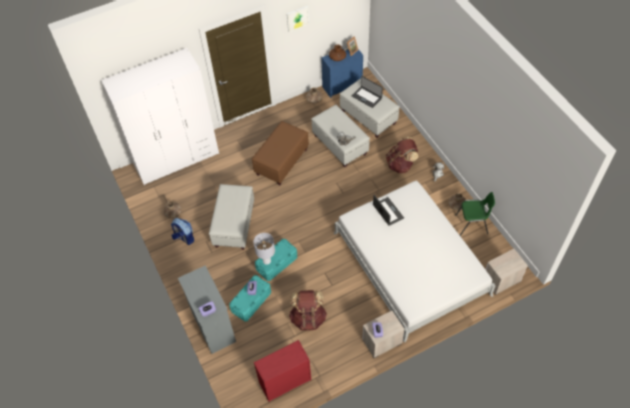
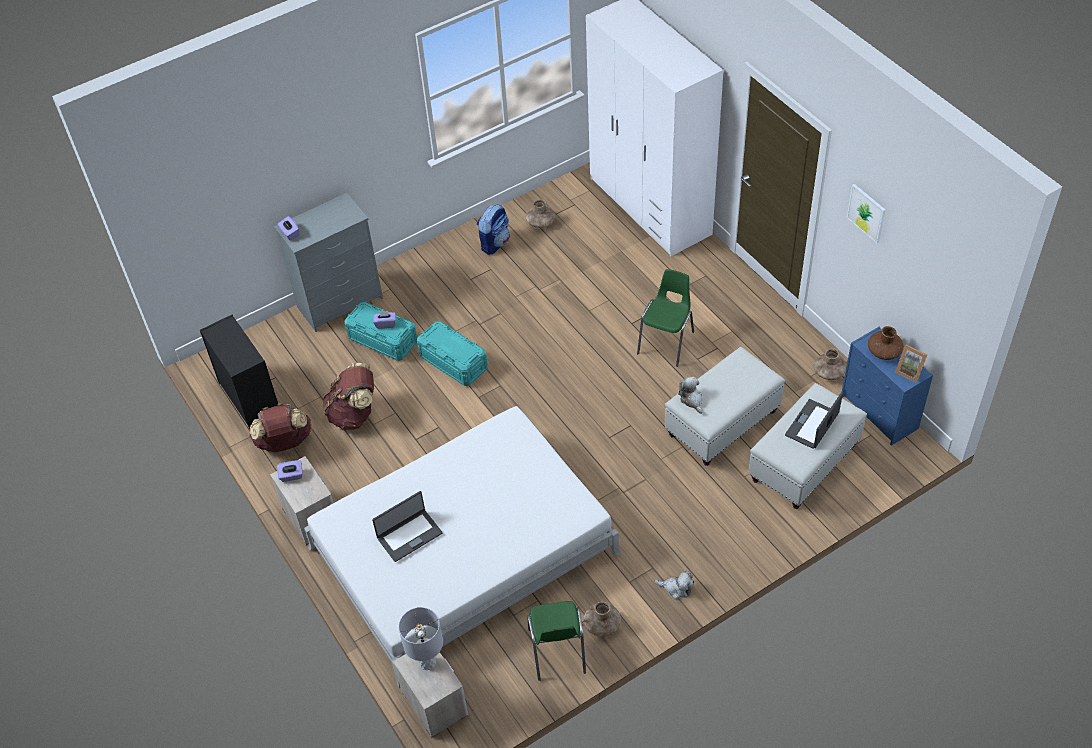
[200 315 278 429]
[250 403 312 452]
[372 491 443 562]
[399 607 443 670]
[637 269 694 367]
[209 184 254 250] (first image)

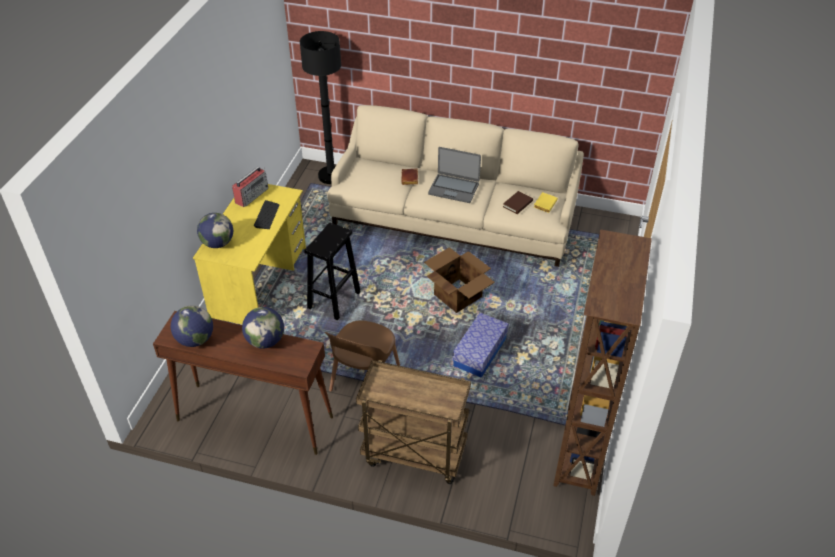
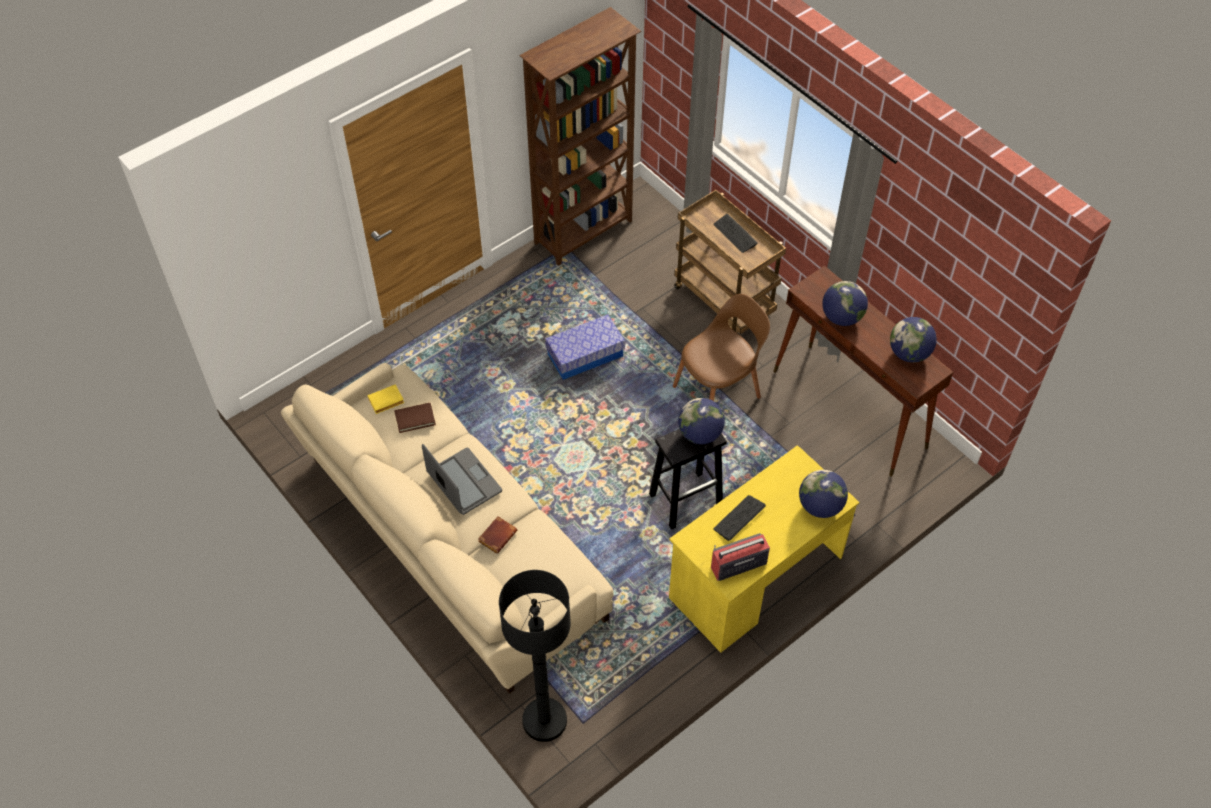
[678 398 725 444]
[714 214 758 253]
[424 247 495 313] (first image)

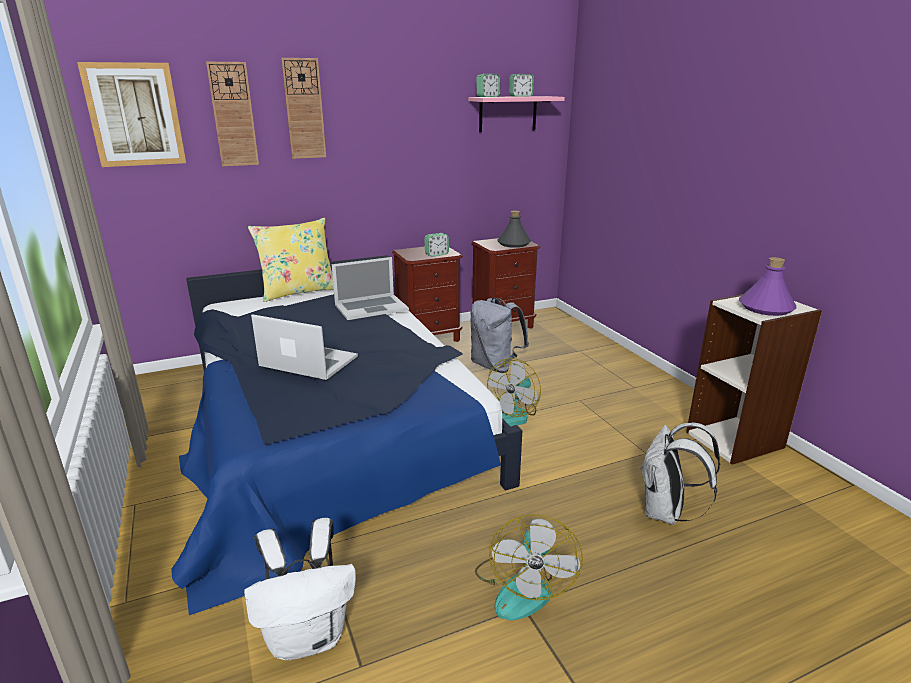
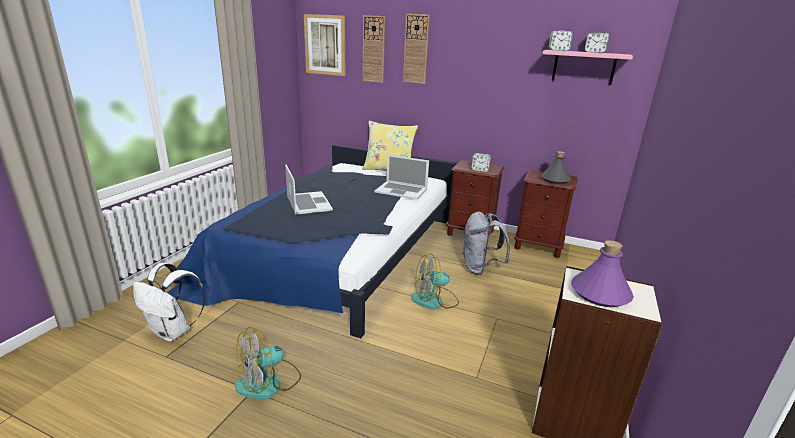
[640 423 720 525] (first image)

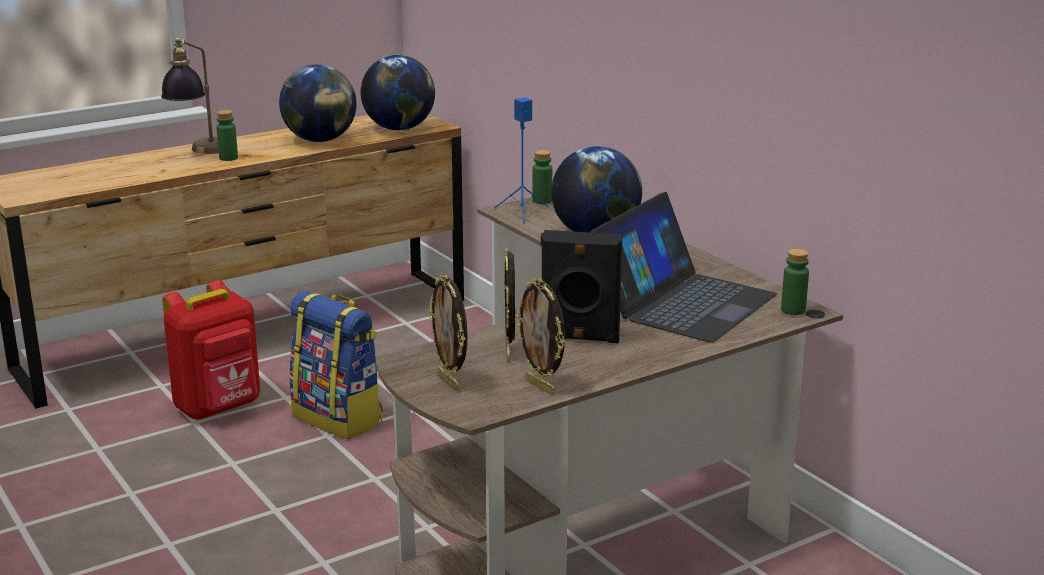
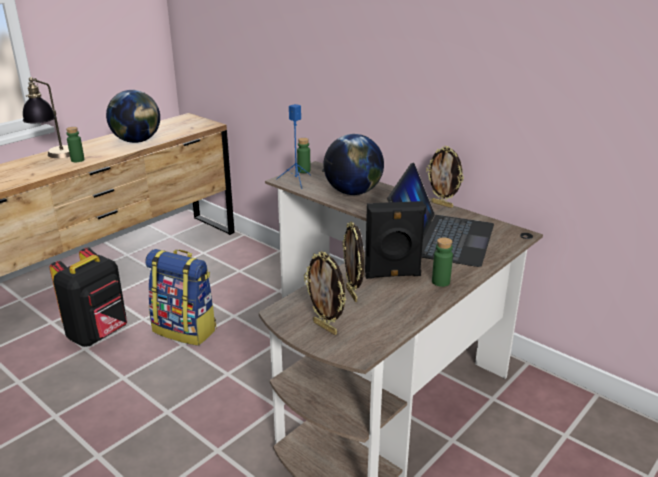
[50 247 127 347]
[426 146 464 208]
[432 237 453 287]
[361 55 435 130] (first image)

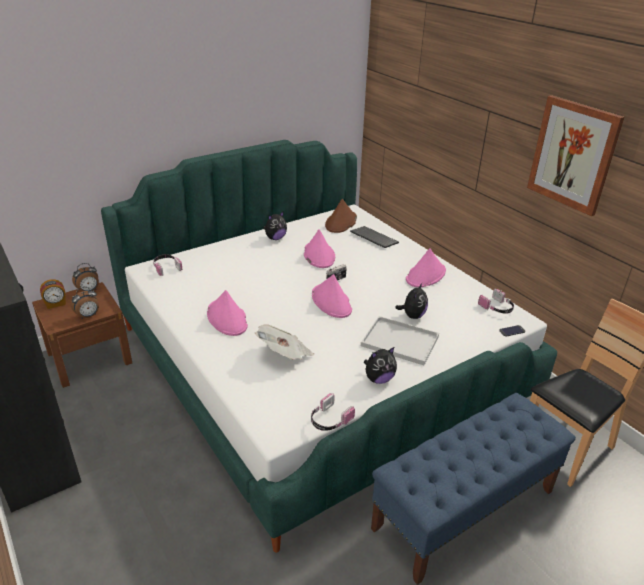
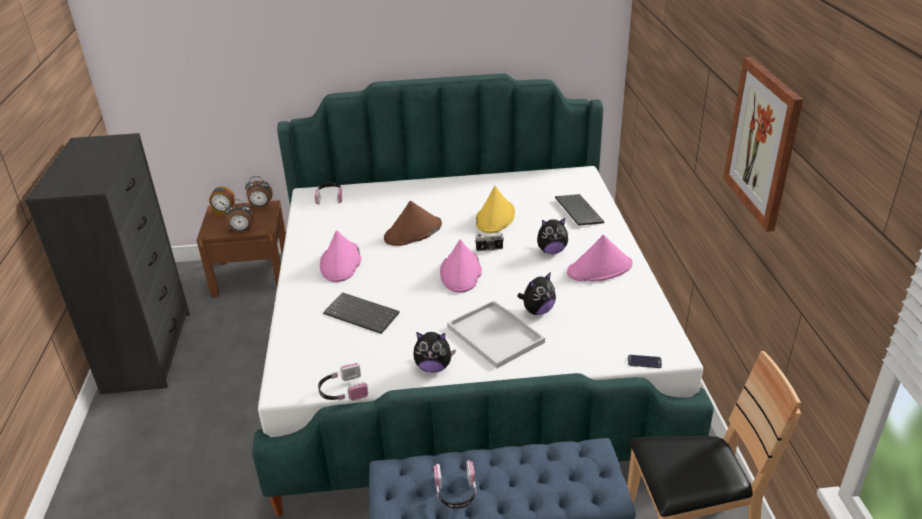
[323 292 400 334]
[384 201 442 246]
[434 460 477 509]
[476 186 515 233]
[537 218 568 254]

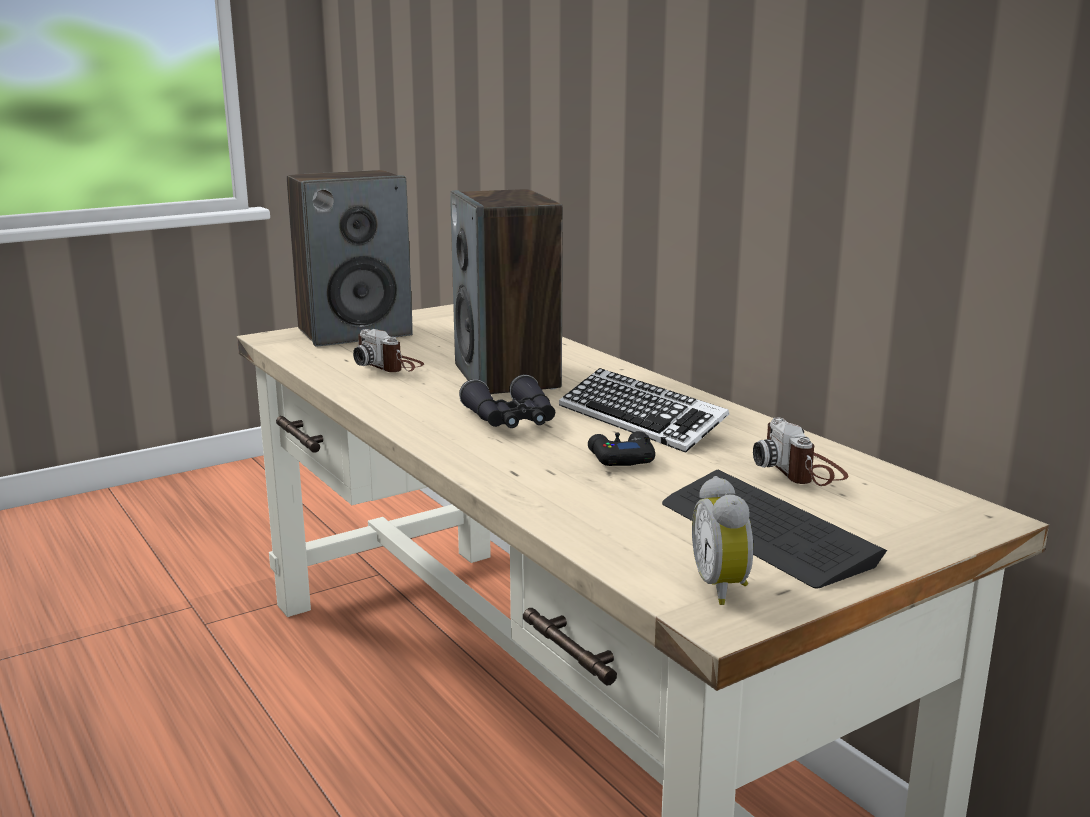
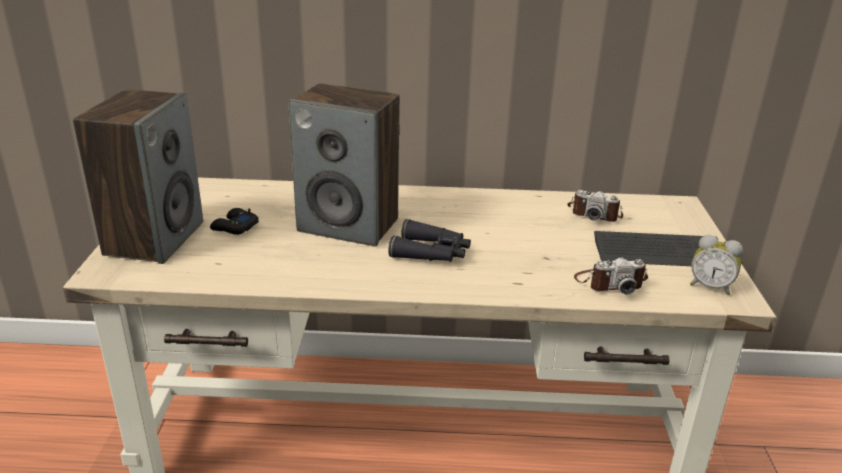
[210 208 259 235]
[574 257 648 295]
[559 368 729 453] (first image)

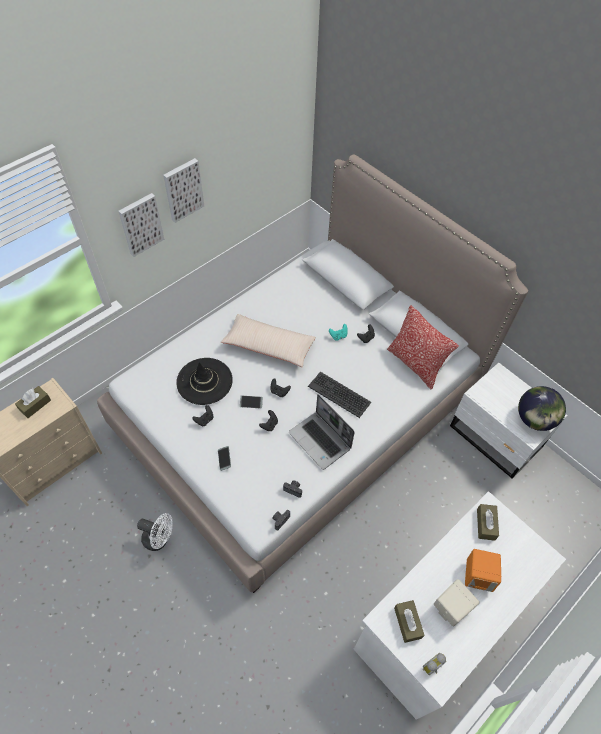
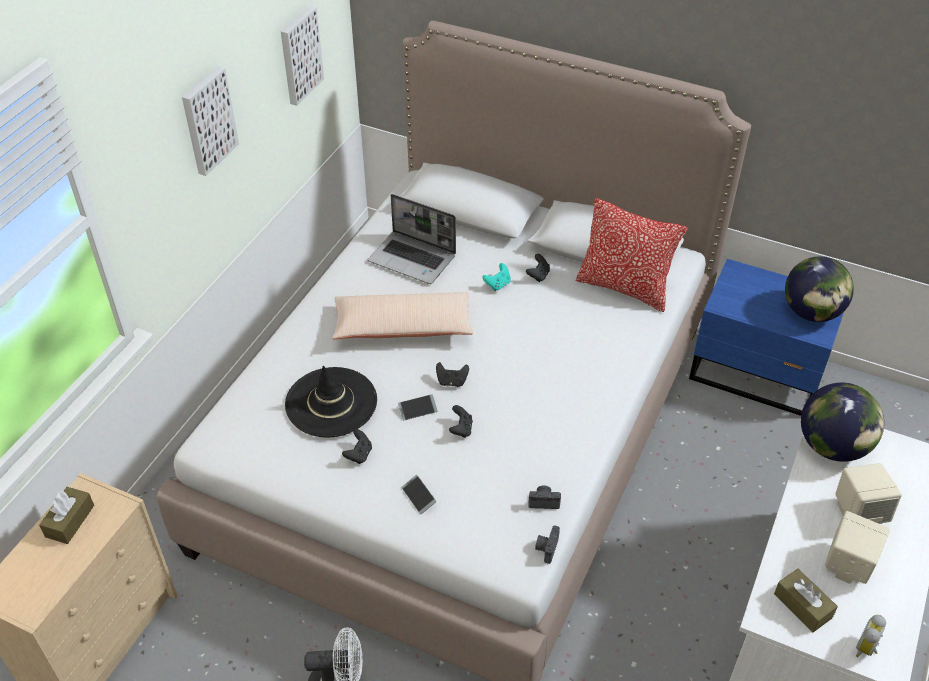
[281 6 324 106]
[368 194 456 284]
[689 259 844 416]
[801 383 884 462]
[835 463 902 524]
[308 372 371 418] (first image)

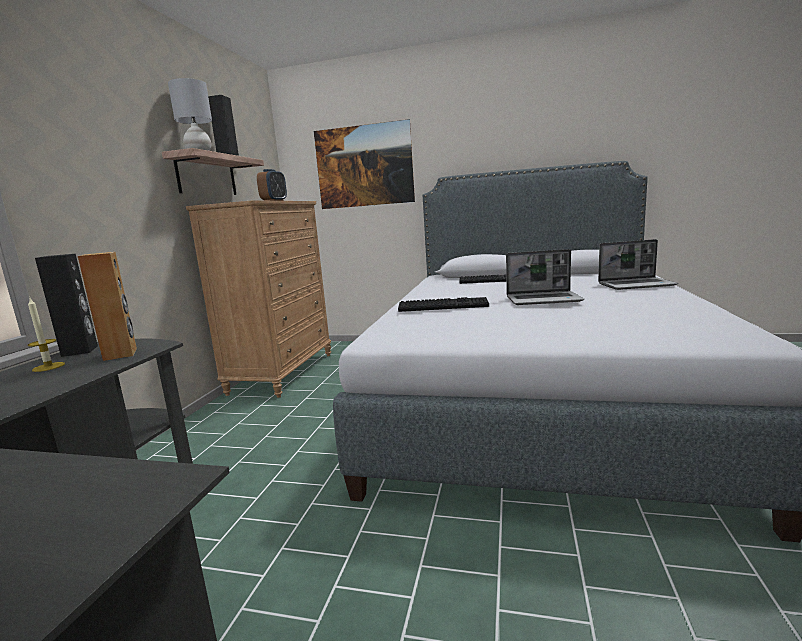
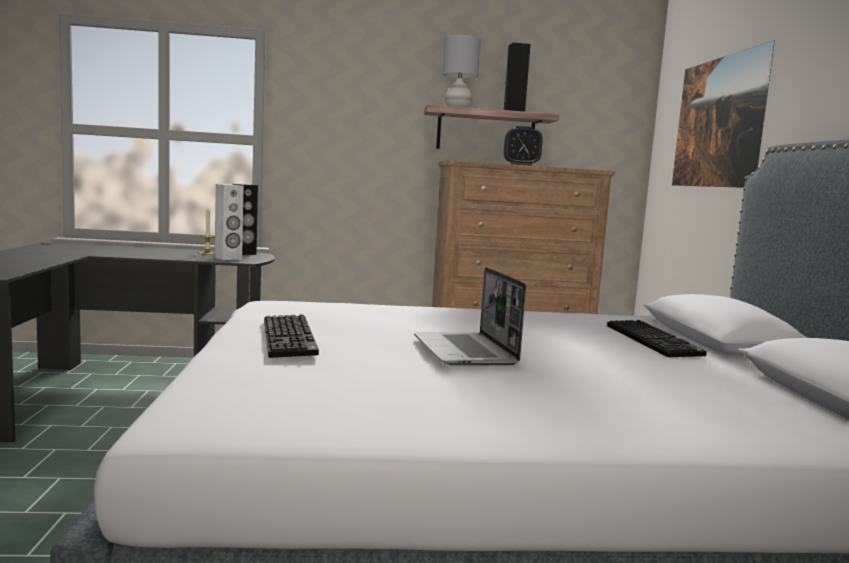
[215 184 244 260]
[264 314 319 358]
[598 239 678 290] (first image)

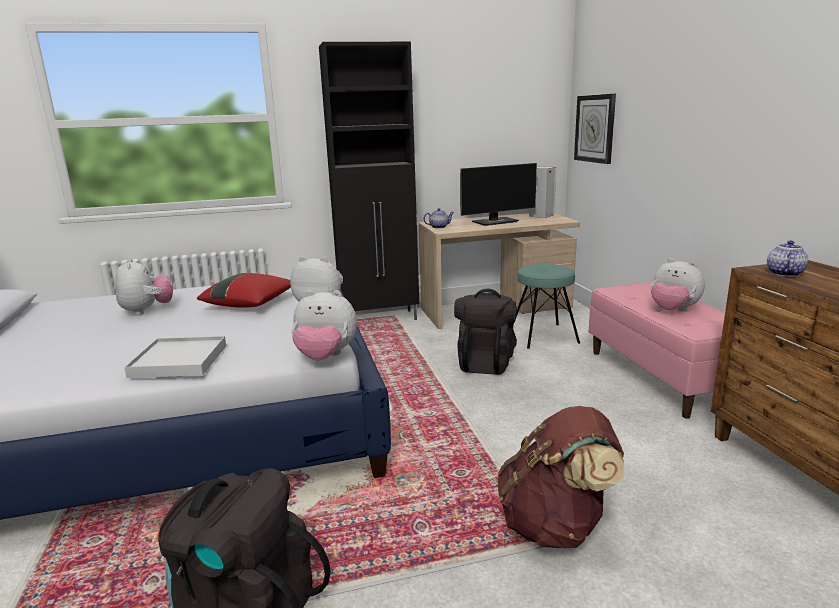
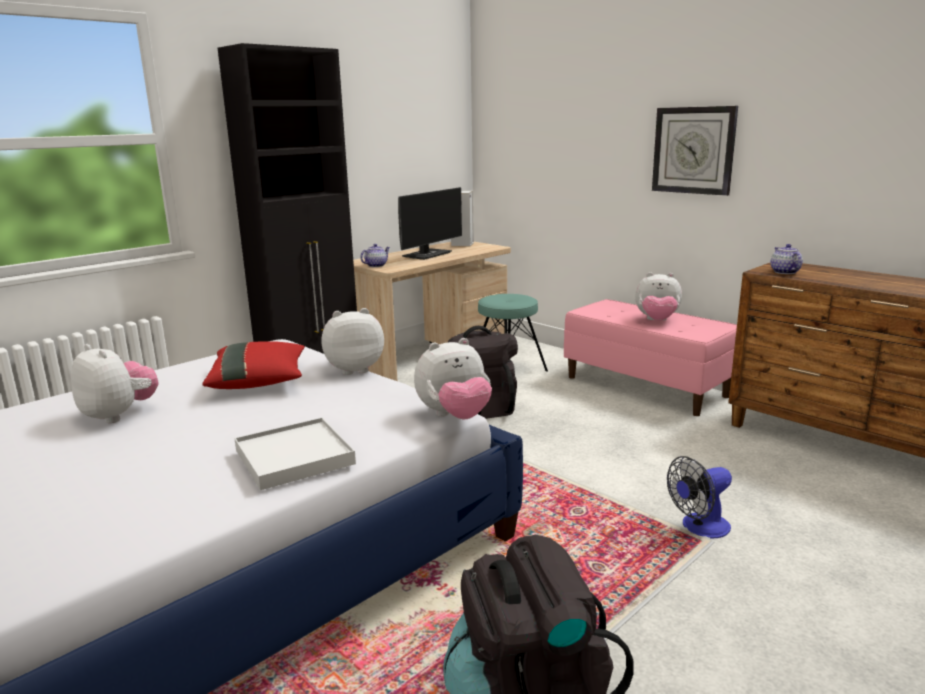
[652 106 738 196]
[667 456 732 538]

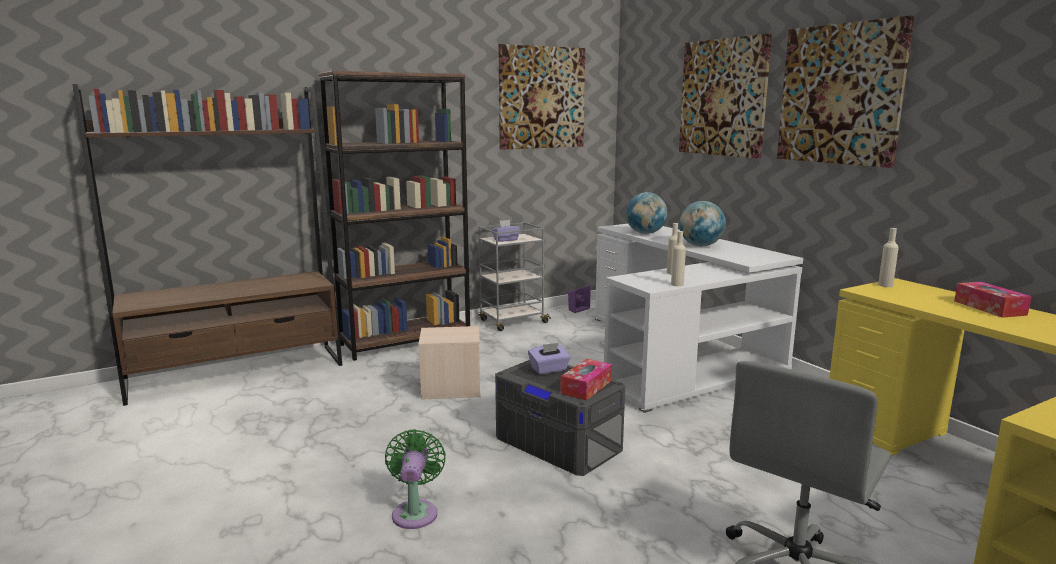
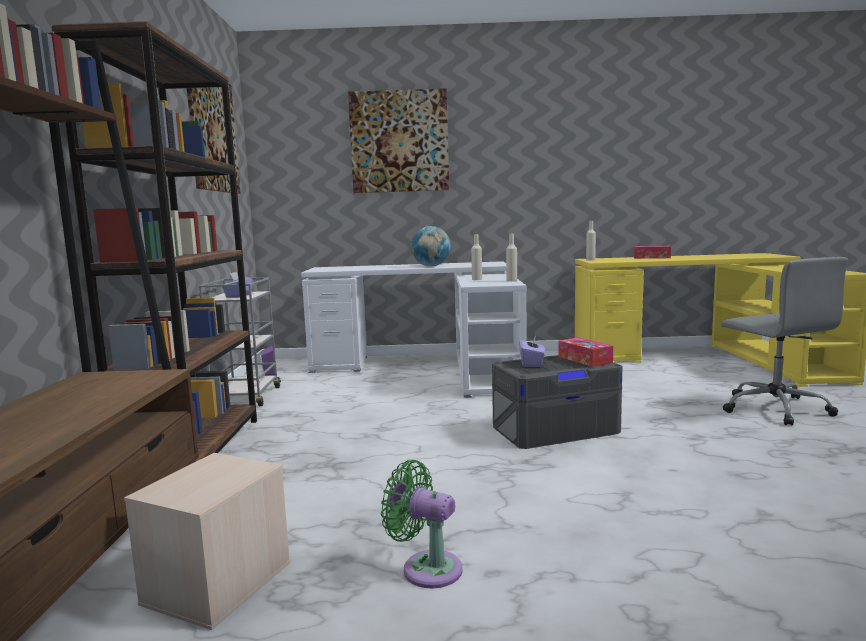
[124 453 291 630]
[381 460 463 588]
[626 192 667 234] (first image)
[777 15 914 168] (first image)

